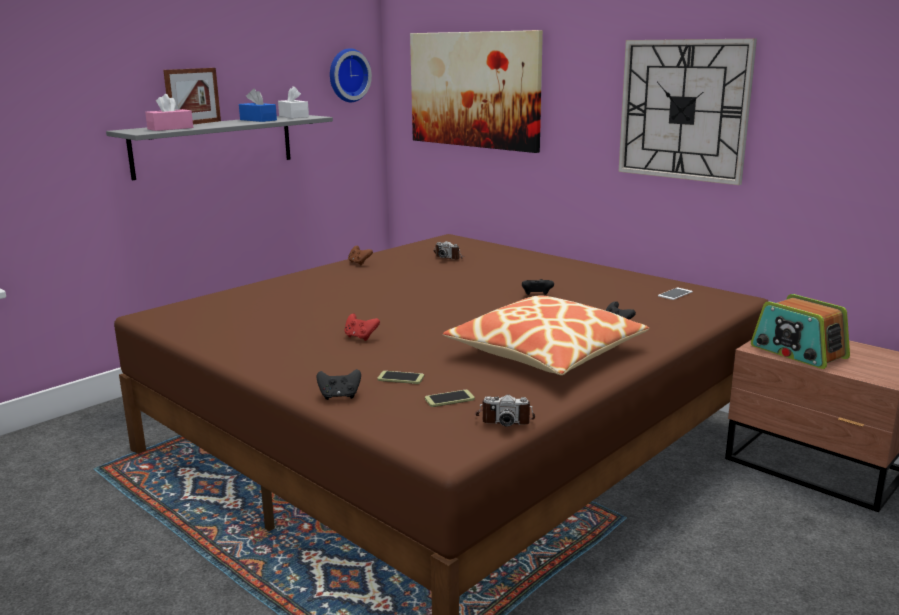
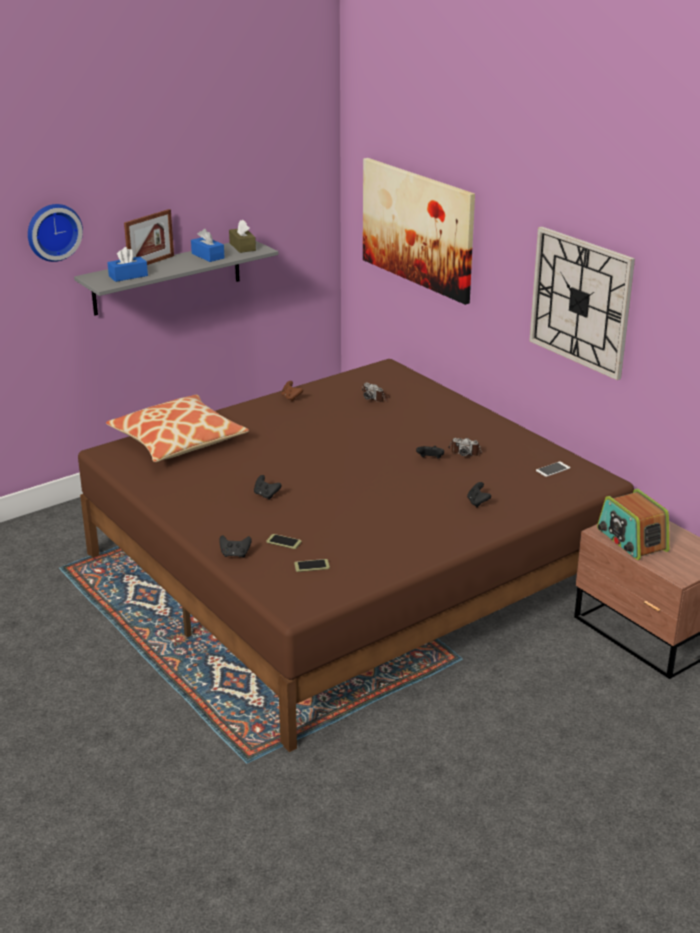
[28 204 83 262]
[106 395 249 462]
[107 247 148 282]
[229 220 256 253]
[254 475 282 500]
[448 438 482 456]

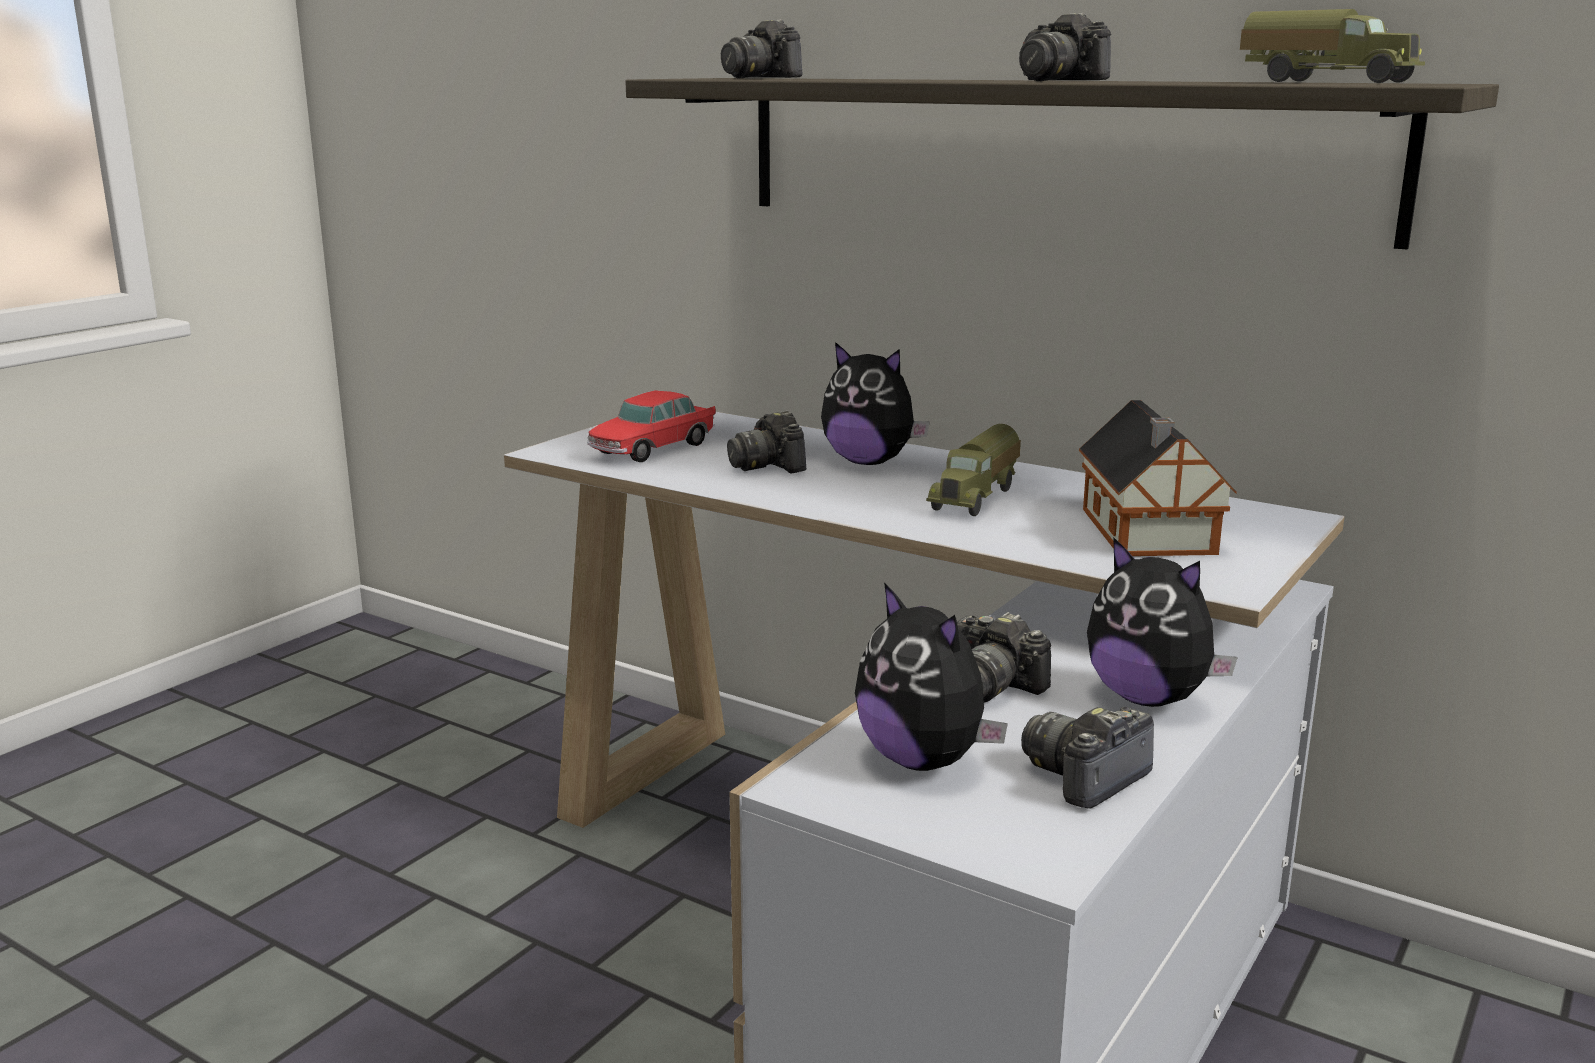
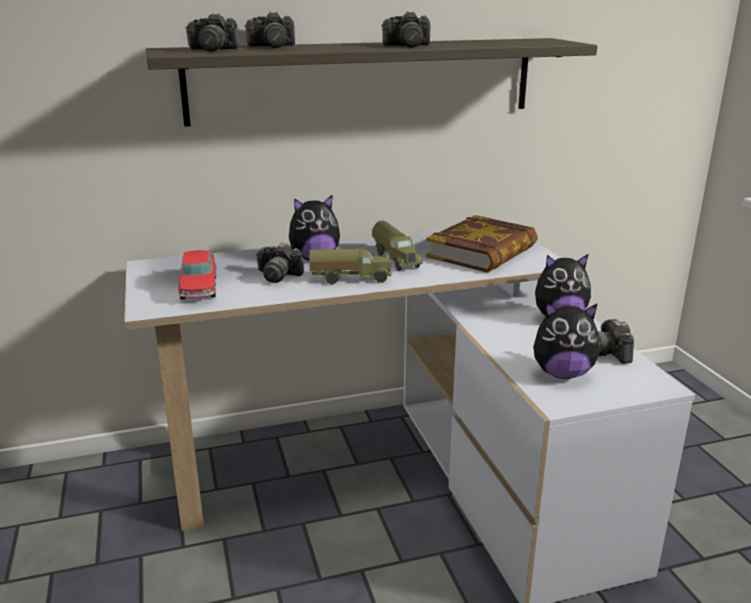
[244 11 295 48]
[309 249 391 284]
[426 215 538 273]

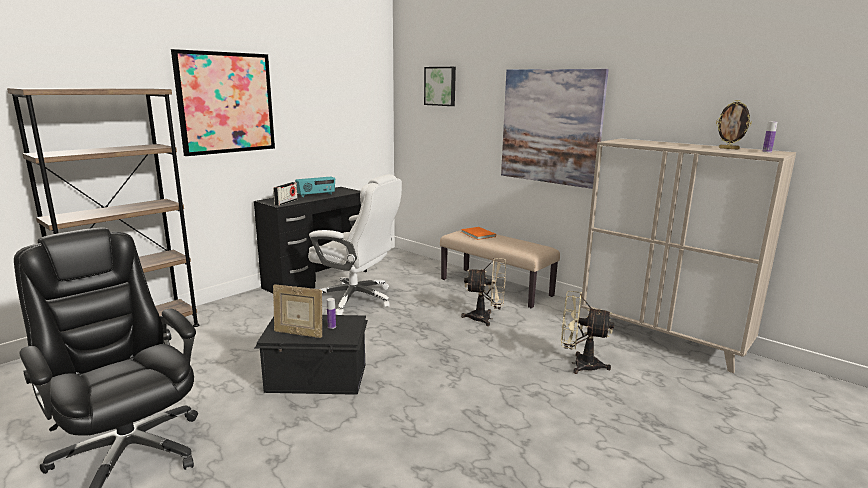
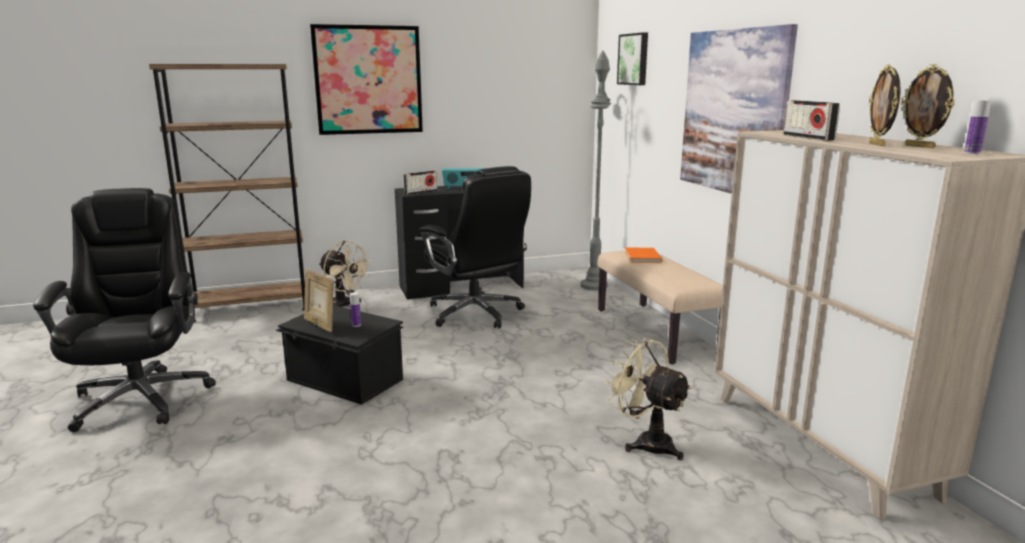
[319 241 372 307]
[419 166 531 329]
[581 51 611 291]
[783 100 840 141]
[869 64 900 146]

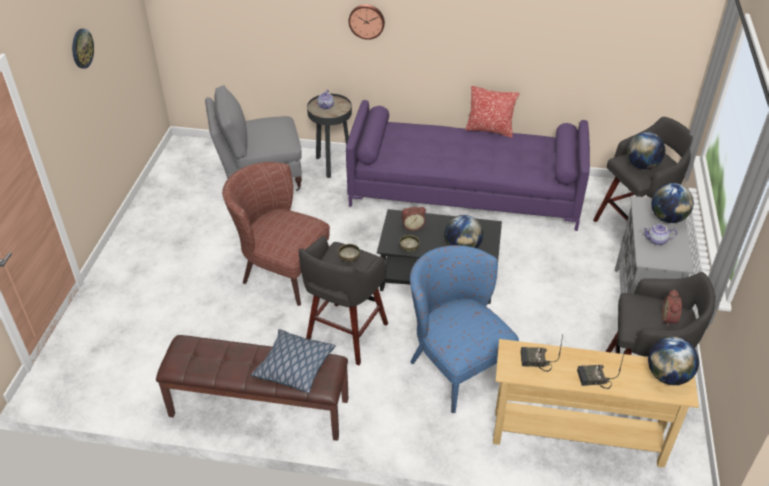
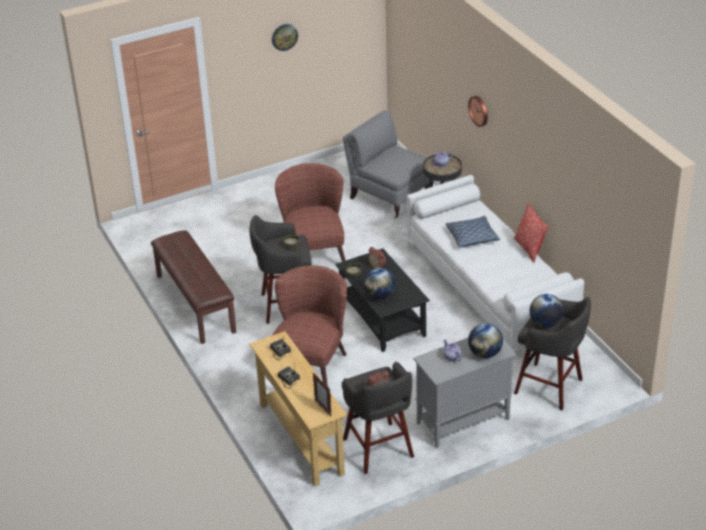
[273 265 347 386]
[313 373 332 416]
[407 175 584 360]
[445 216 500 248]

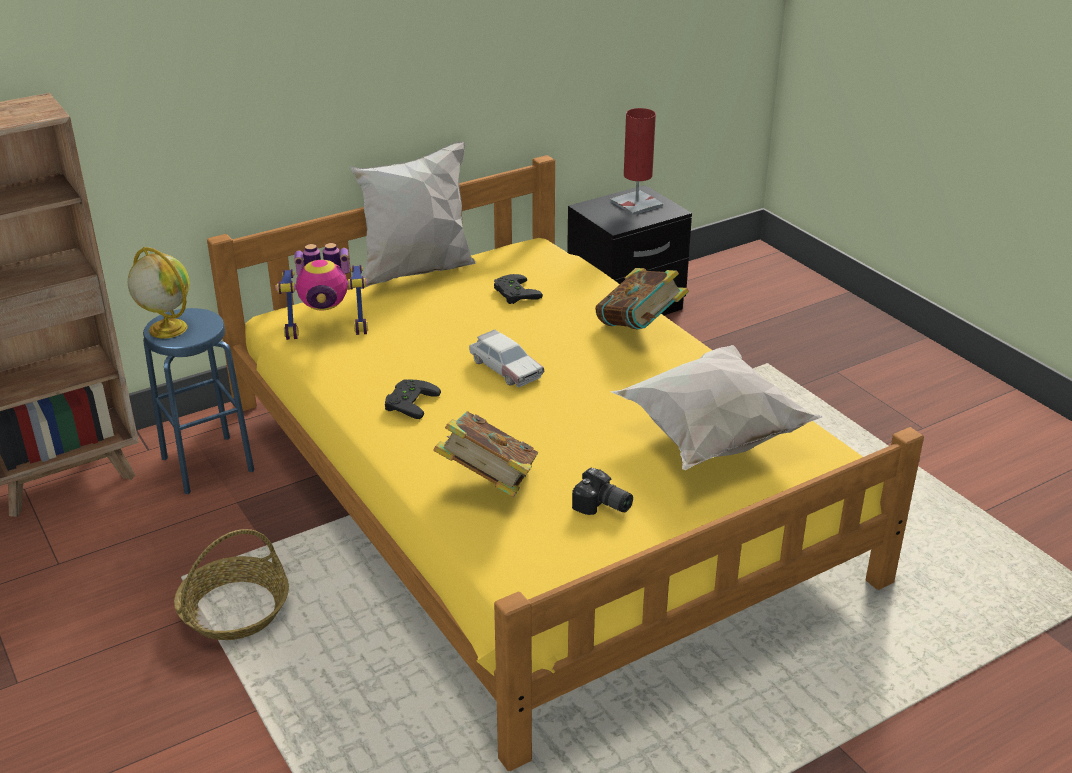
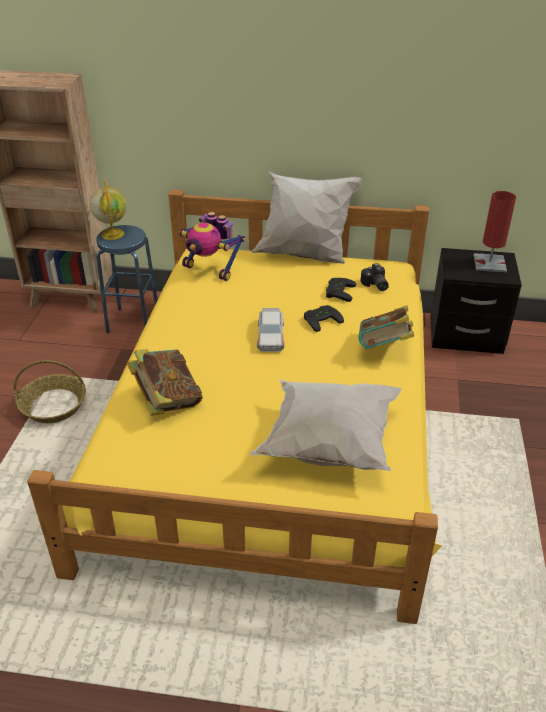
[304 305 344 332]
[361 263 389 291]

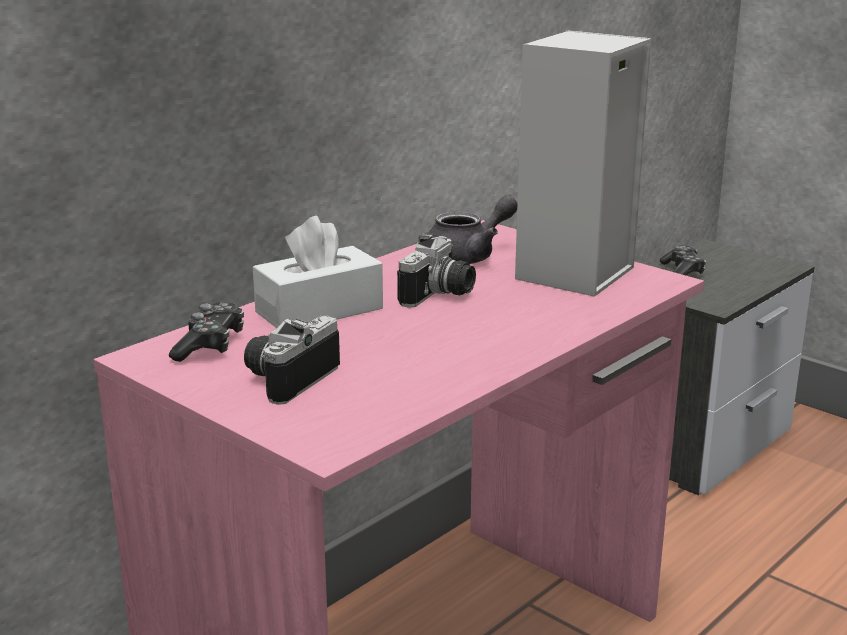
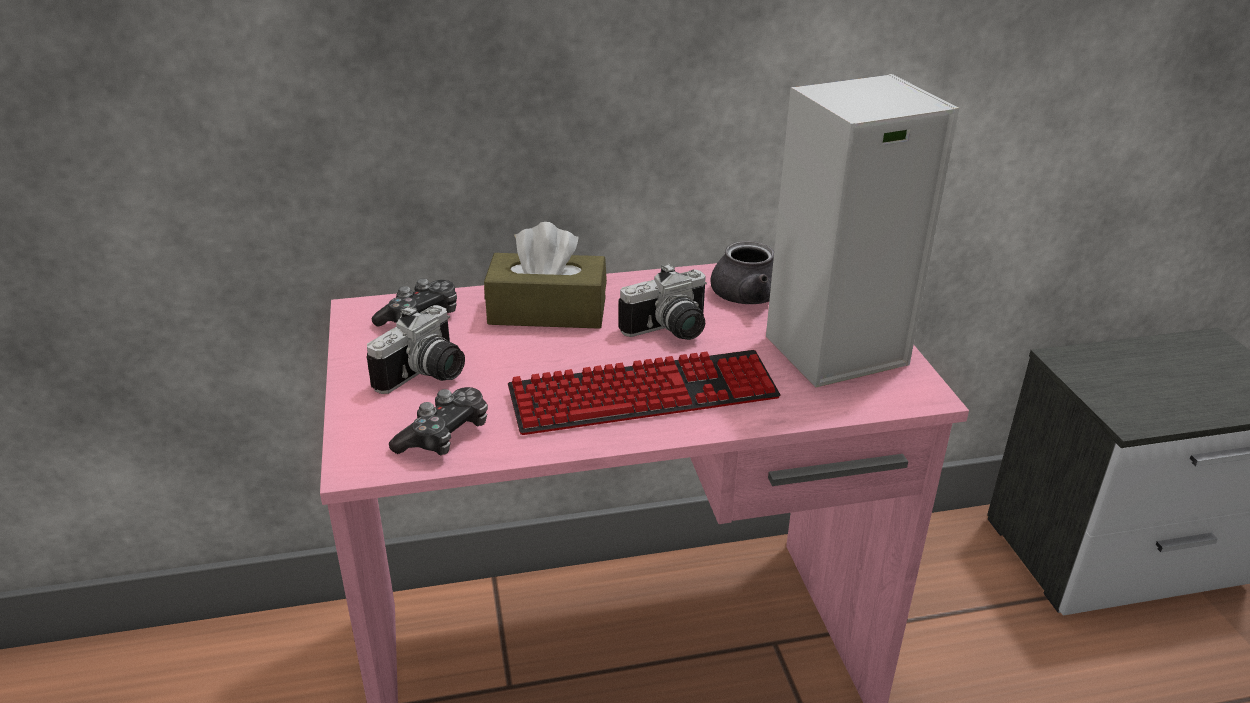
[367 305 465 394]
[389 387 488 456]
[484 222 607 329]
[508 350 781 435]

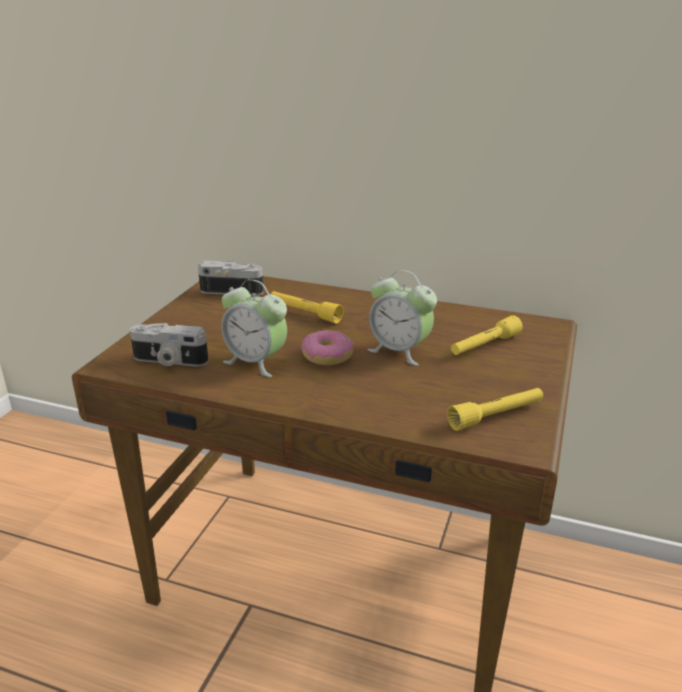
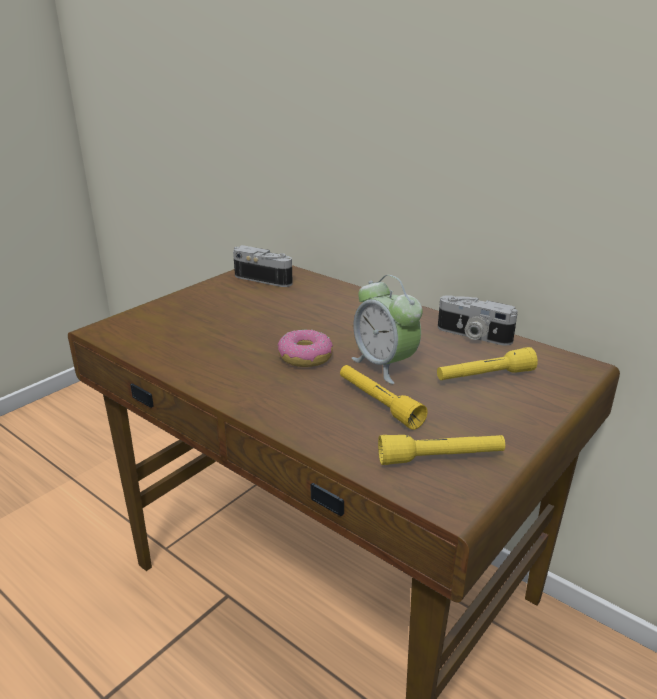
[340 365 428 430]
[438 295 518 346]
[221 279 287 377] (first image)

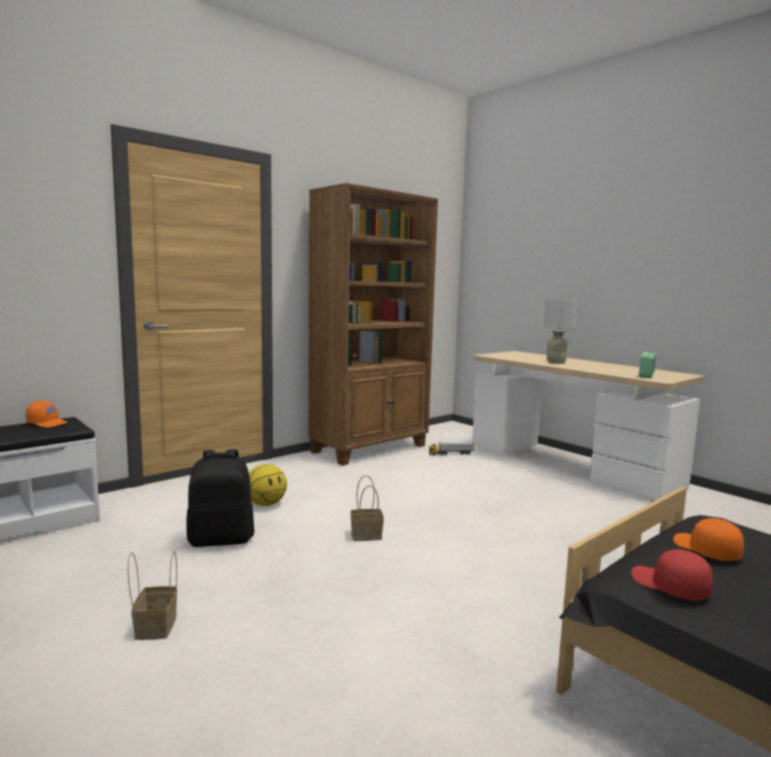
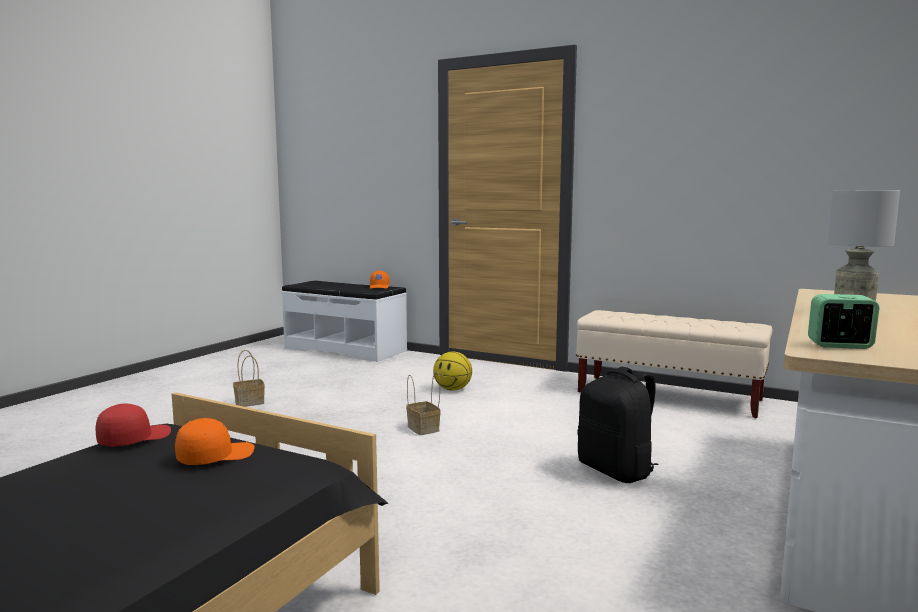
[576 310 772 418]
[578 367 659 483]
[429 442 475 456] (first image)

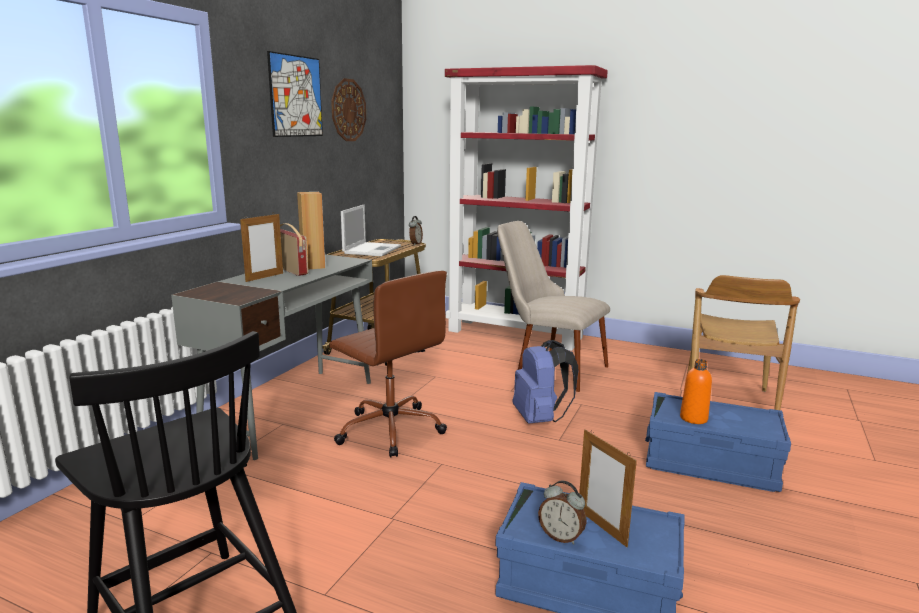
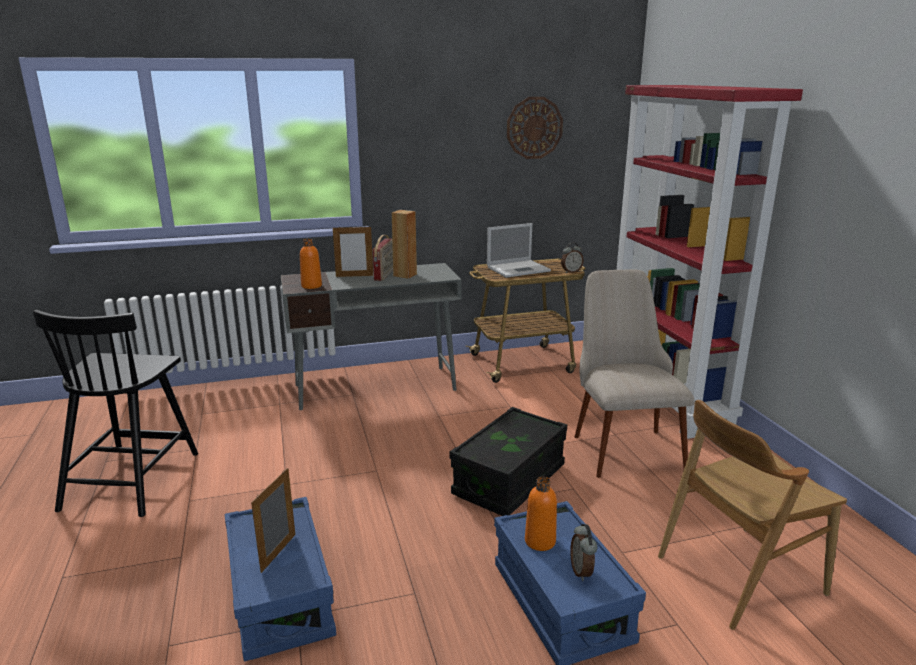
[300 239 322 289]
[449 407 567 516]
[570 524 597 581]
[267 51 323 137] (first image)
[329 271 447 458] (first image)

